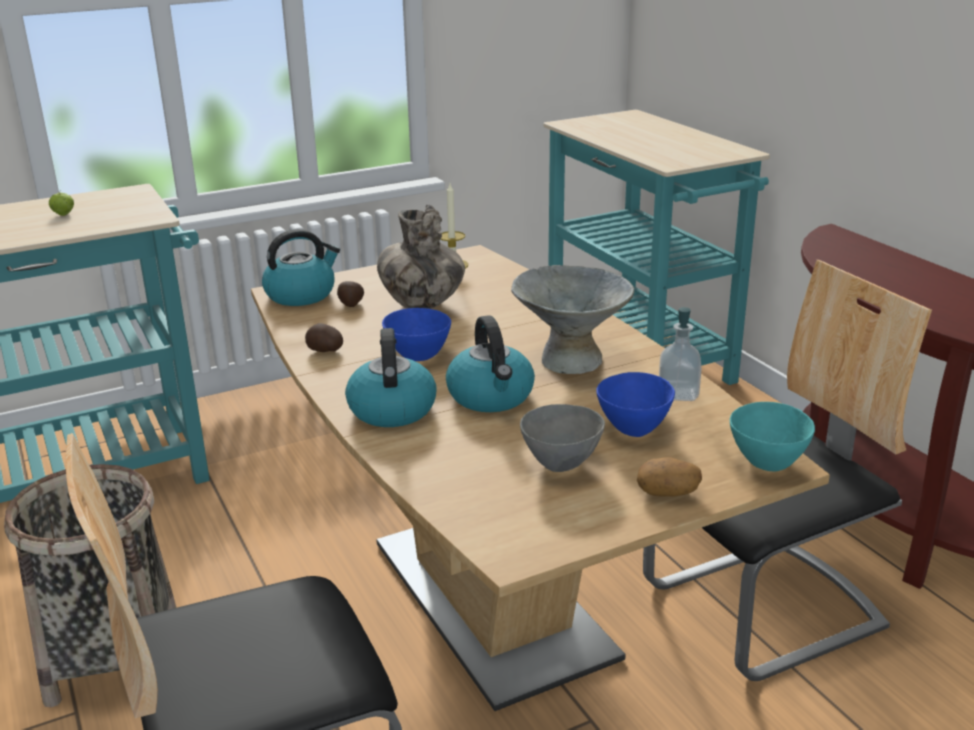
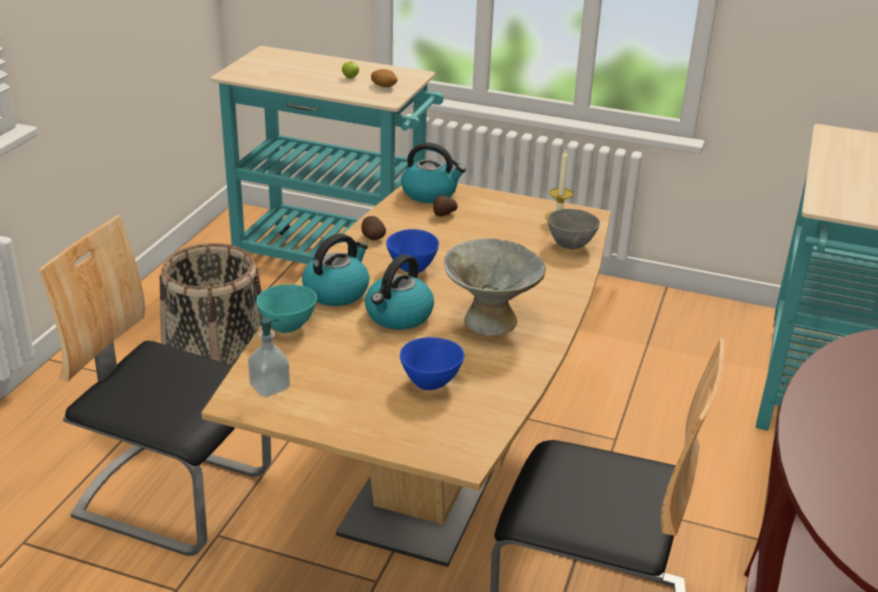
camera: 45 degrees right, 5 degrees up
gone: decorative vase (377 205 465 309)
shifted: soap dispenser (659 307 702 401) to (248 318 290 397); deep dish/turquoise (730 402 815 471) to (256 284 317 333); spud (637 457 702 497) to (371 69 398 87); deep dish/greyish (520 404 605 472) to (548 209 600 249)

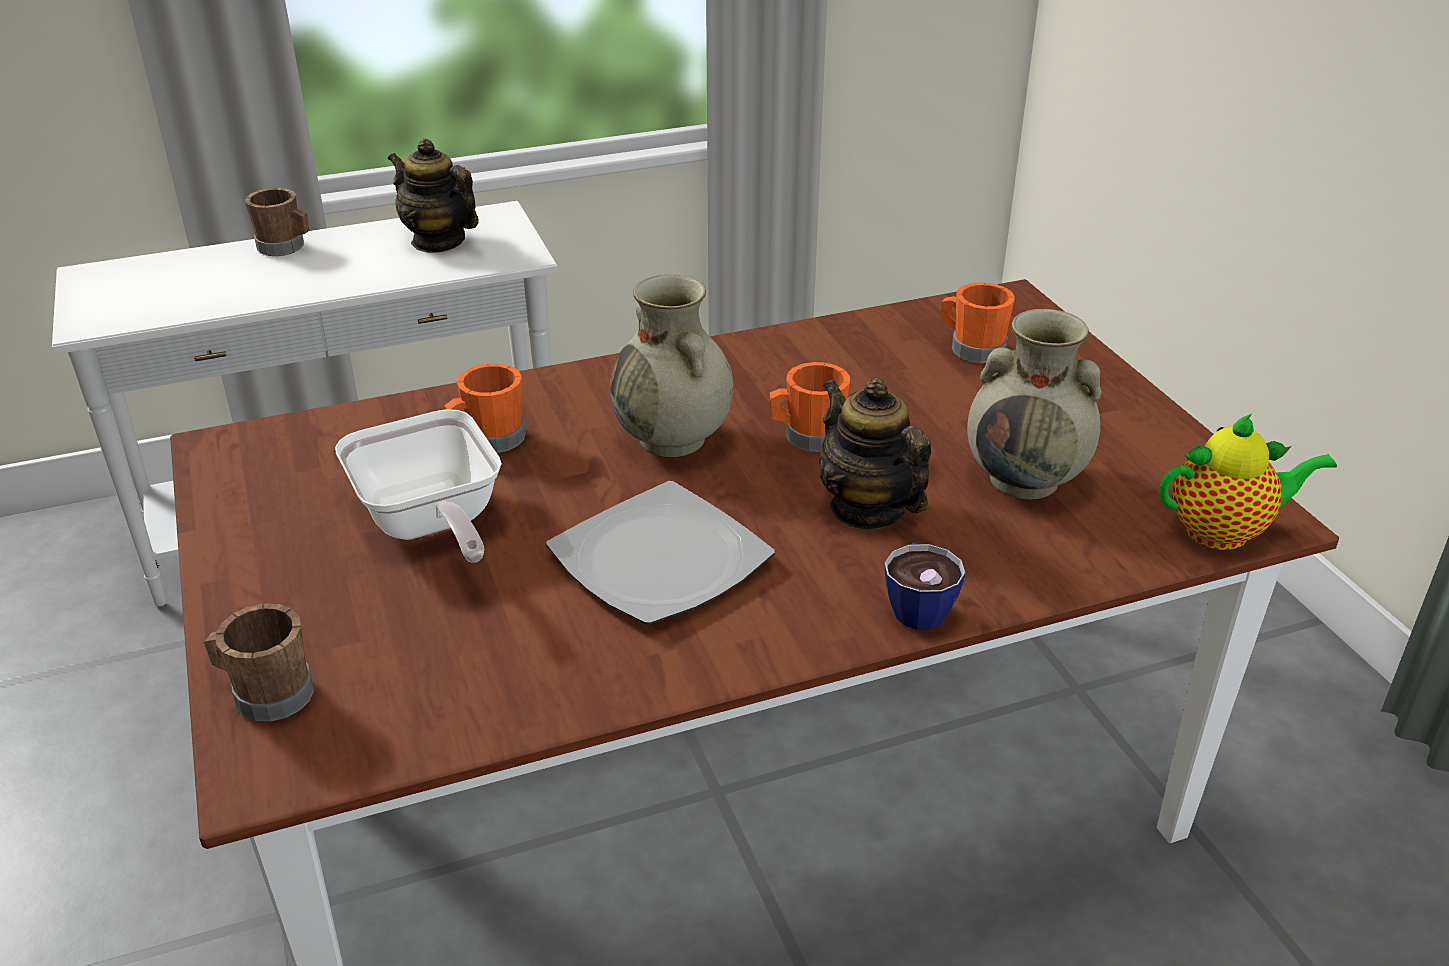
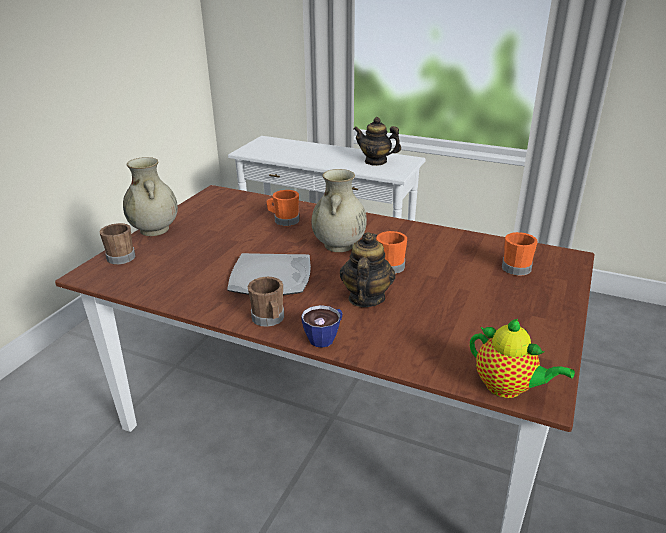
camera: 45 degrees right, 5 degrees down
gone: frying pan (335 409 502 563)
shifted: decorative vase/beige (967 309 1101 500) to (123 157 178 236); mug/brownish (245 188 310 256) to (248 277 284 327)
rotated: teapot (388 138 479 253) = (354 117 401 166) 60 degrees counterclockwise

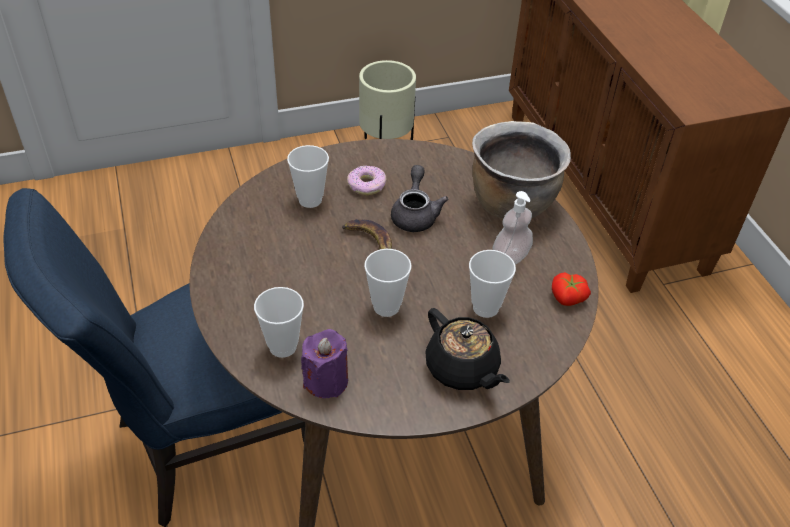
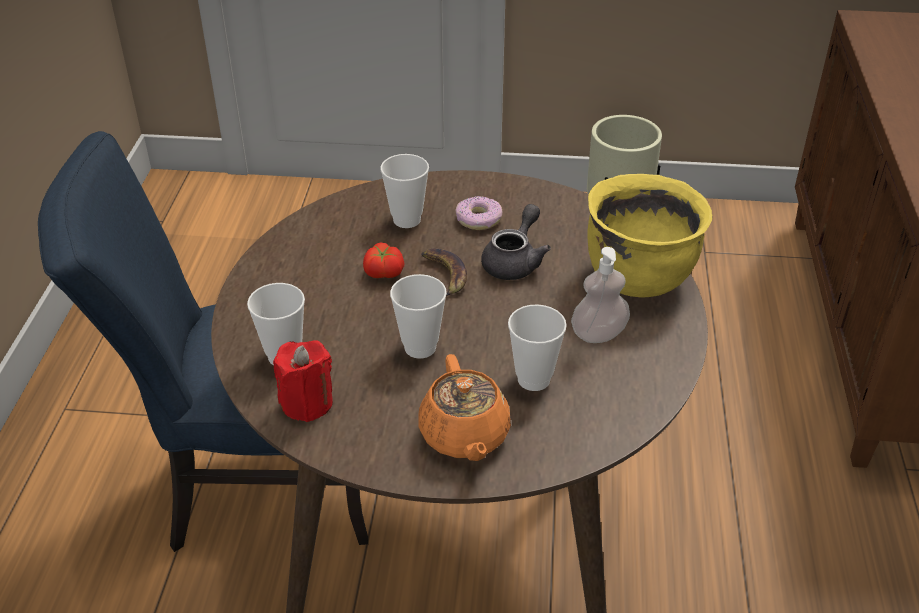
camera: 25 degrees right, 5 degrees down
shifted: whole tomato (552 272 591 306) to (363 242 405 278)
repainted: wax candle/purple-coloured (301 329 348 398) to wax candle/reddish (273 340 333 422); teapot/blackish (426 308 510 390) to teapot/orange-coloured (418 354 511 461); stockpot/brownish (472 121 571 219) to stockpot/yellow-coloured (587 174 713 298)

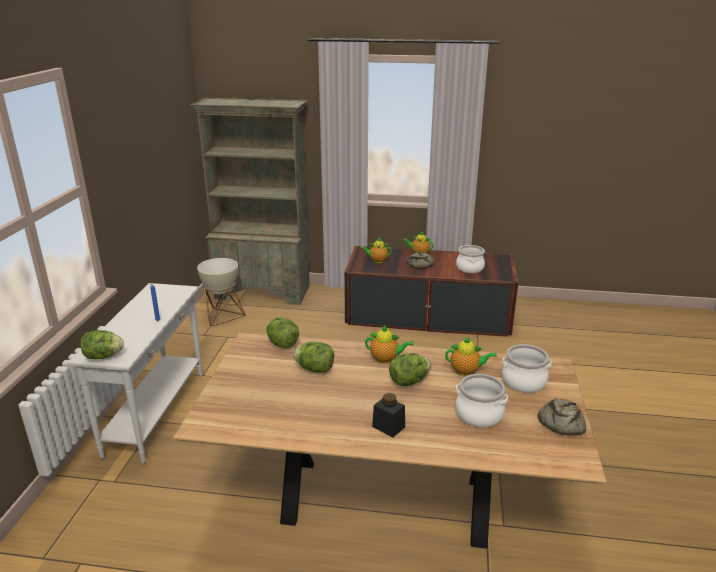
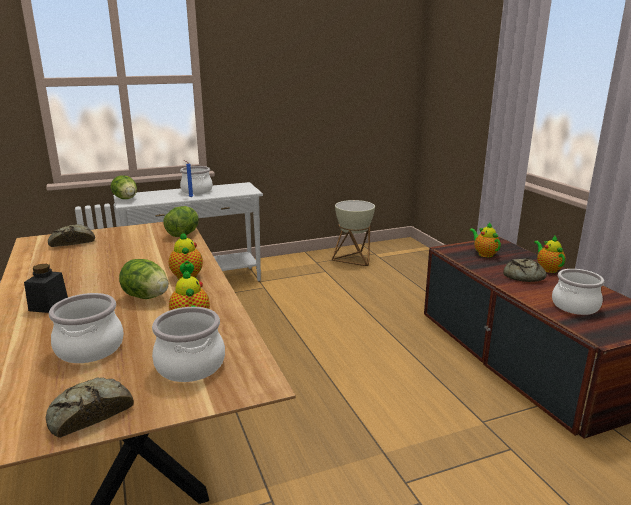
camera: 60 degrees right, 5 degrees down
gone: shelving unit/green-coloured (191 97 310 305); lettuce head (293 341 334 373)
new: bakery bread (48 224 95 247); stockpot (180 166 213 194)

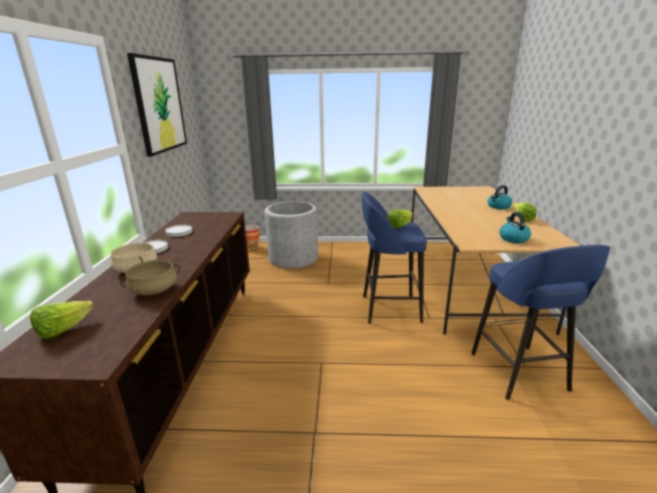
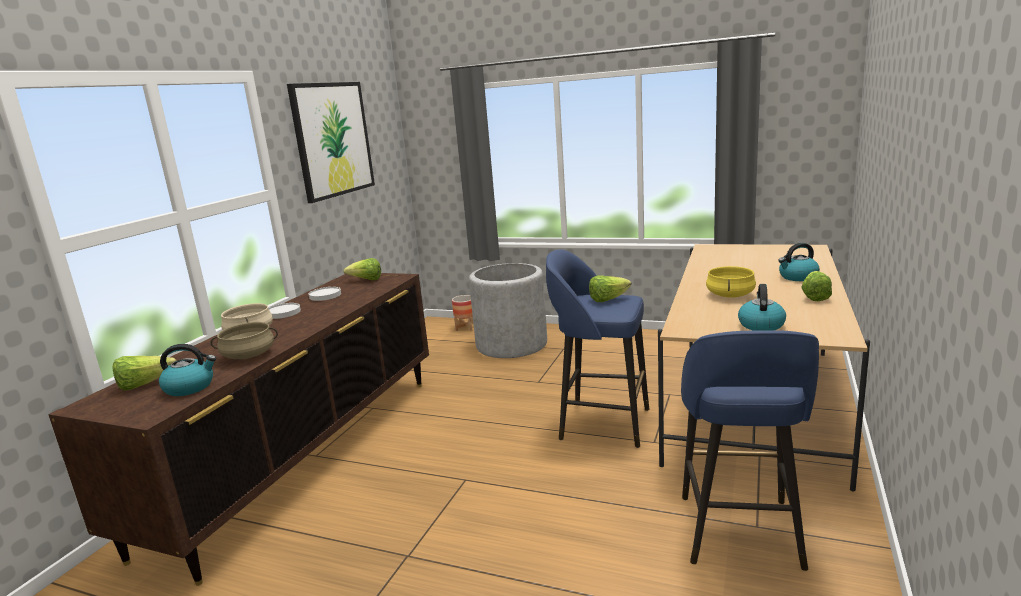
camera: 20 degrees right, 5 degrees down
new: kettle (159 344 216 396); lettuce head (343 258 381 281); stockpot/yellow-coloured (706 266 756 298)

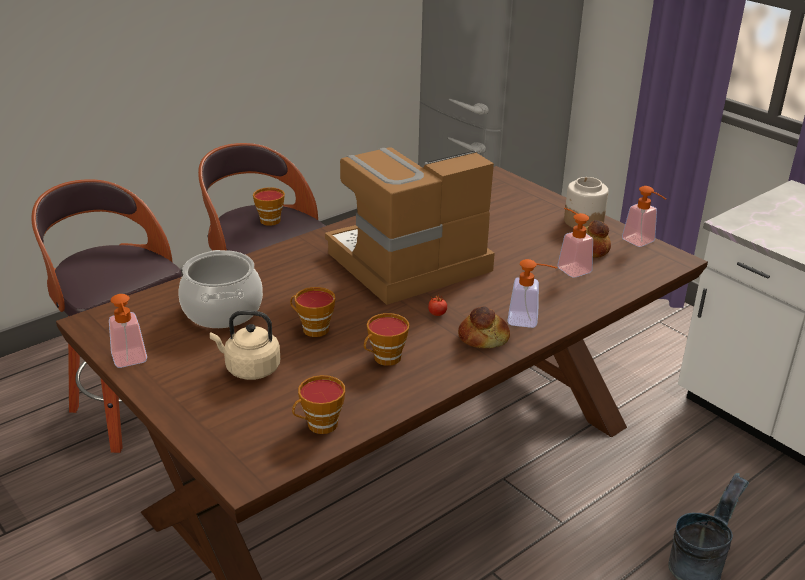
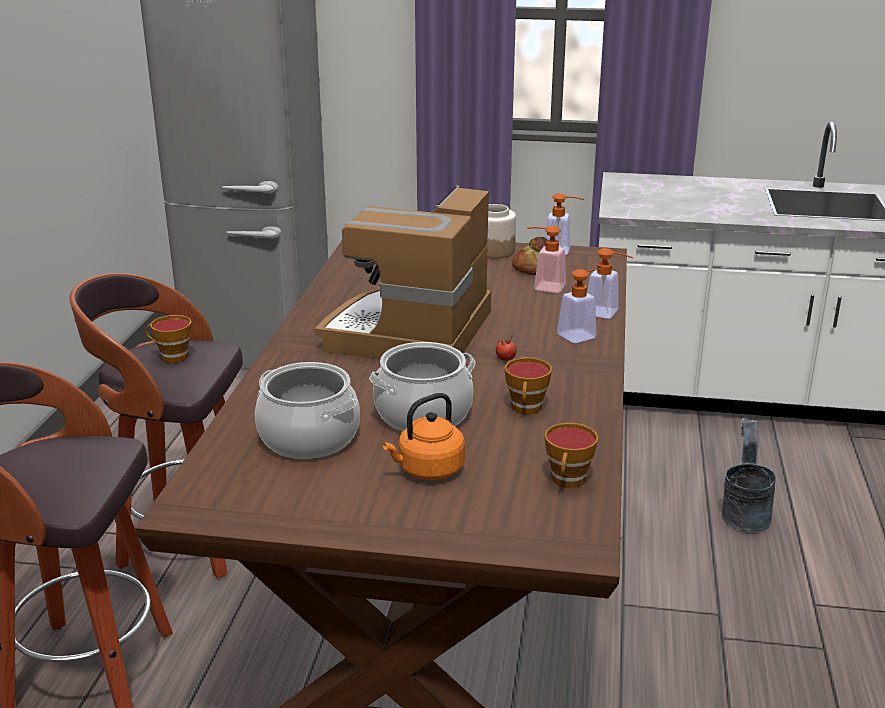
camera: 40 degrees left, 5 degrees down
gone: bakery bread (458 306 510 348)
shifted: soap dispenser (109 294 147 368) to (587 248 633 319)
swapped: small cup (290 287 336 337) to stockpot (369 342 475 431)
repainted: kettle/beige (210 310 280 380) to kettle/orange-coloured (382 393 465 480)

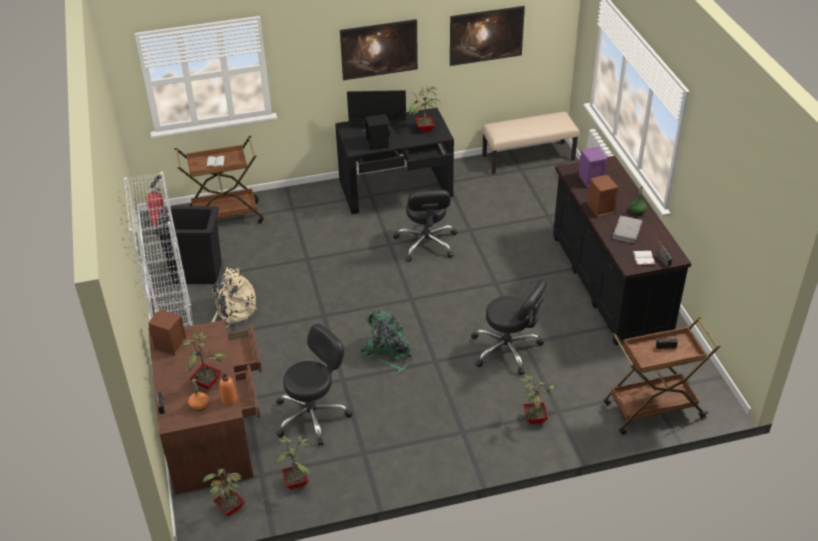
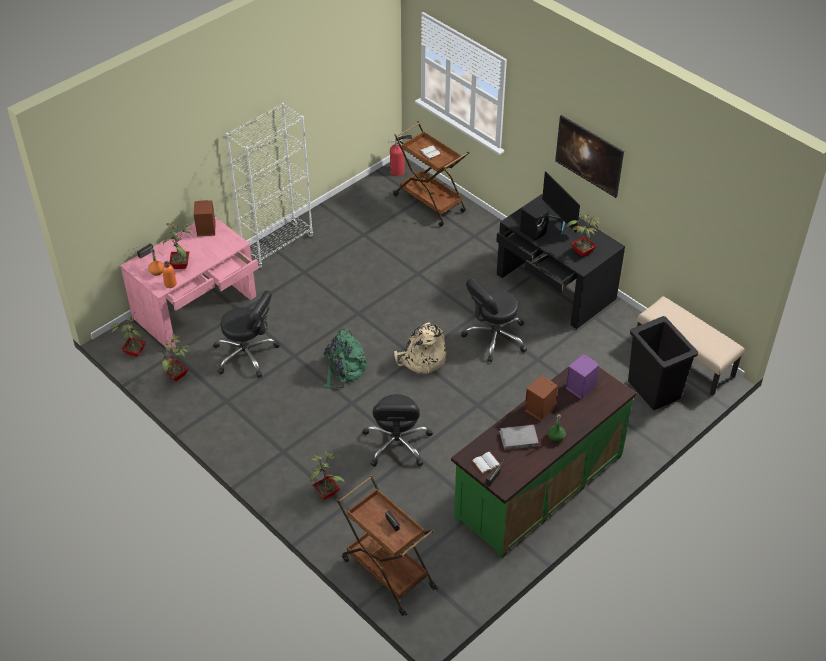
camera: 60 degrees right, 5 degrees up
gone: wall art (450 6 525 66)
shifted: knapsack/beige (208 267 257 328) to (394 322 446 374); trash can/blackish (154 206 222 284) to (628 316 698 411)
repainted: desk unit/brownish (149 320 262 494) to desk unit/pinkish (120 217 259 351); cabinet/blackish (553 156 691 345) to cabinet/green-coloured (451 367 637 558)

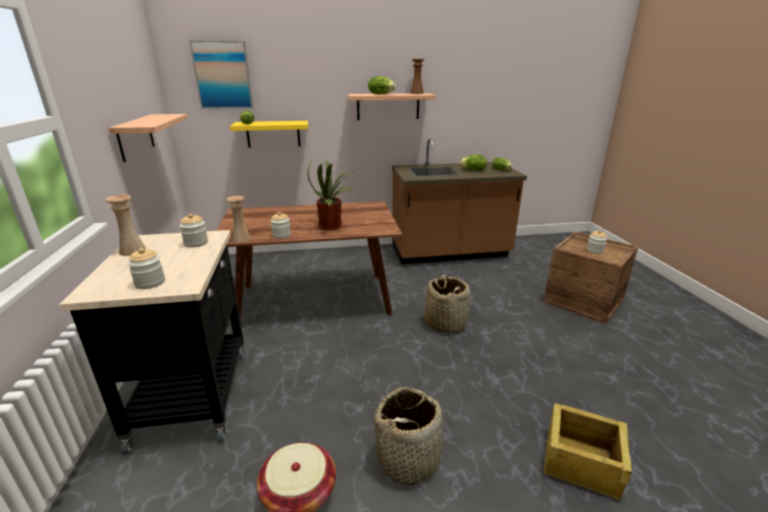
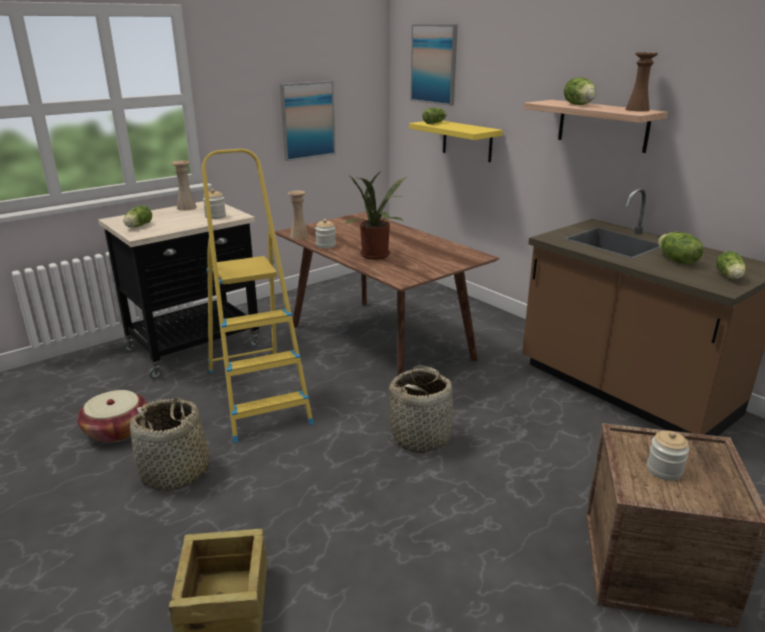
camera: 60 degrees right, 0 degrees up
new: step stool/yellow-coloured (202 149 314 443)
swapped: jar (128 248 165 289) to lettuce head (124 205 152 227); shelf (108 114 188 162) to wall art (280 81 336 161)

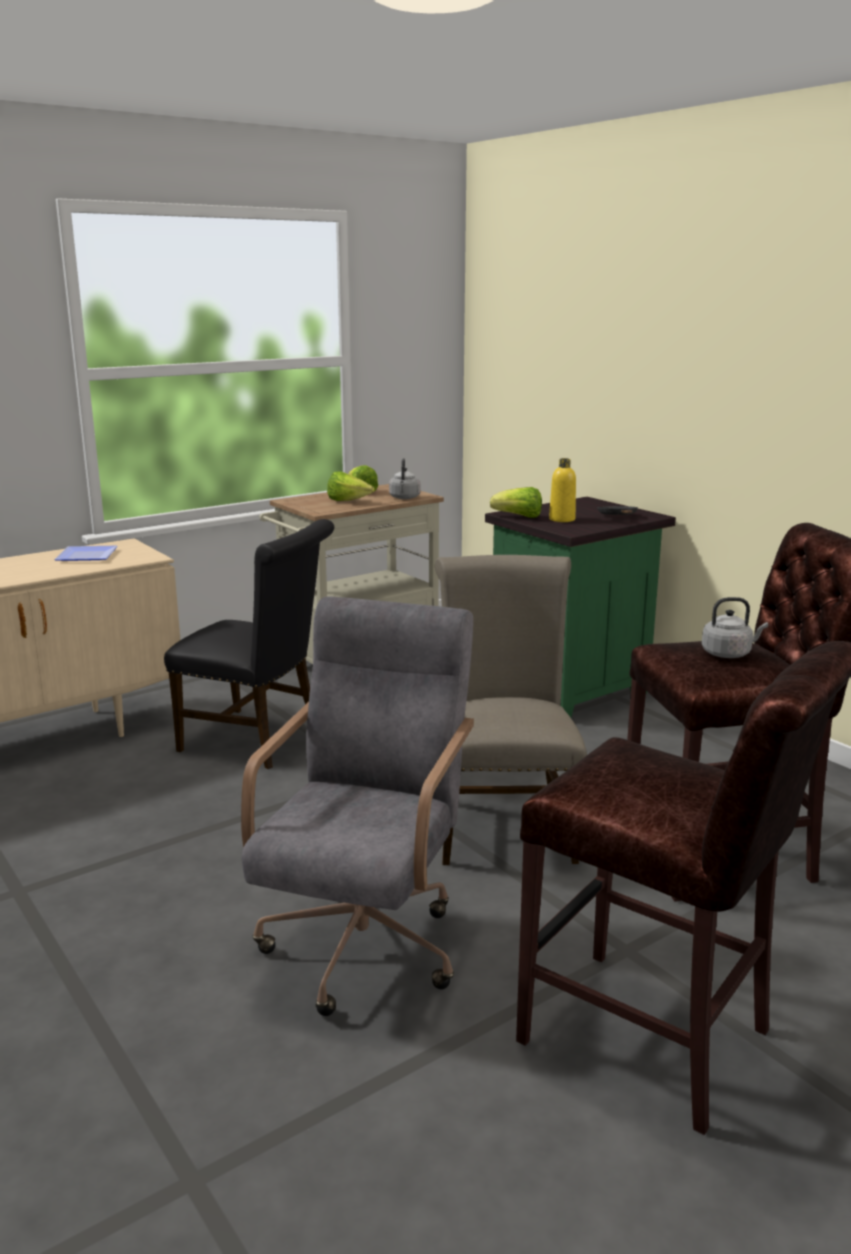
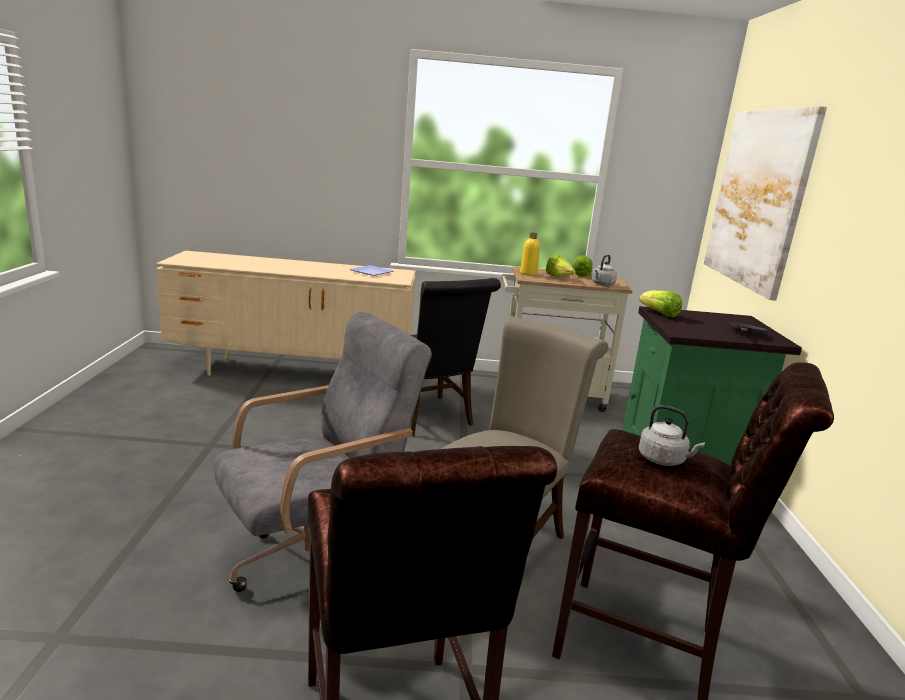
camera: 35 degrees right, 0 degrees up
new: wall art (704 106 827 301)
shifted: bottle/yellow-coloured (549 458 576 522) to (520 232 540 276)

